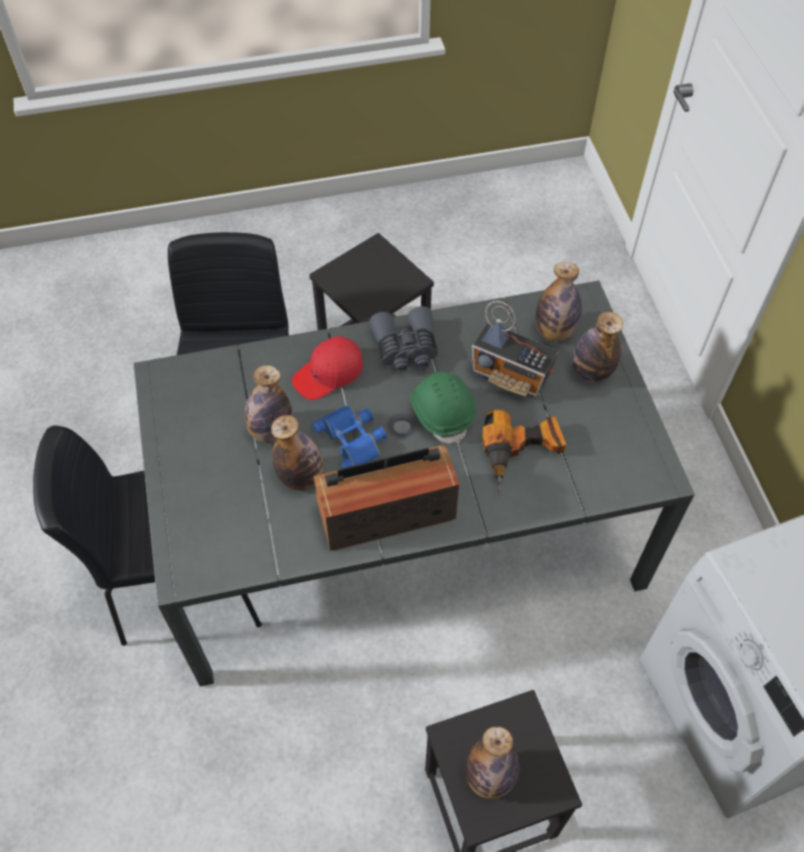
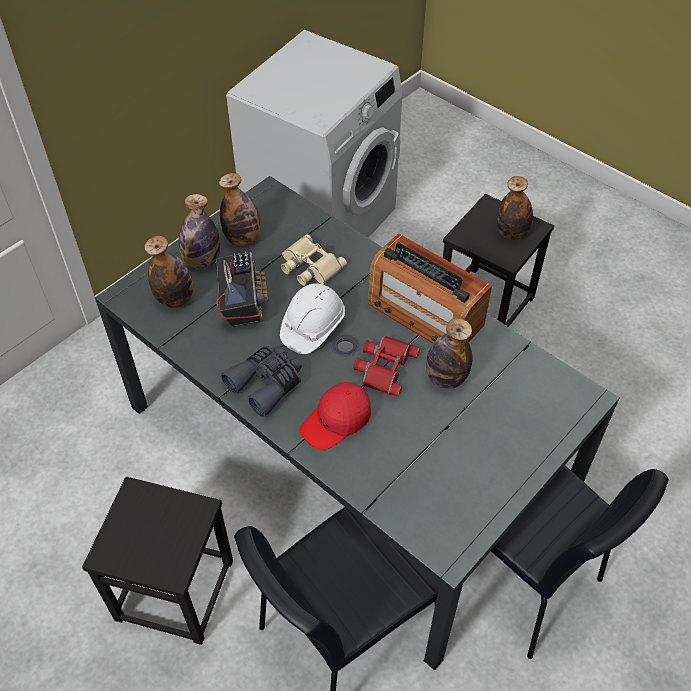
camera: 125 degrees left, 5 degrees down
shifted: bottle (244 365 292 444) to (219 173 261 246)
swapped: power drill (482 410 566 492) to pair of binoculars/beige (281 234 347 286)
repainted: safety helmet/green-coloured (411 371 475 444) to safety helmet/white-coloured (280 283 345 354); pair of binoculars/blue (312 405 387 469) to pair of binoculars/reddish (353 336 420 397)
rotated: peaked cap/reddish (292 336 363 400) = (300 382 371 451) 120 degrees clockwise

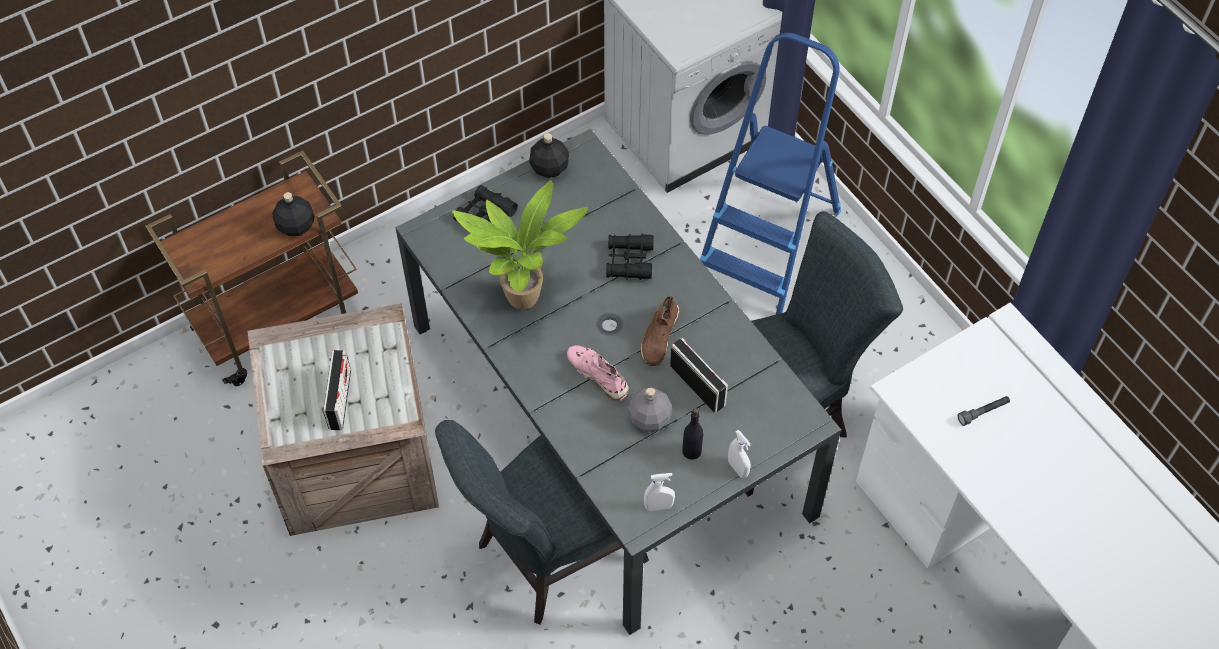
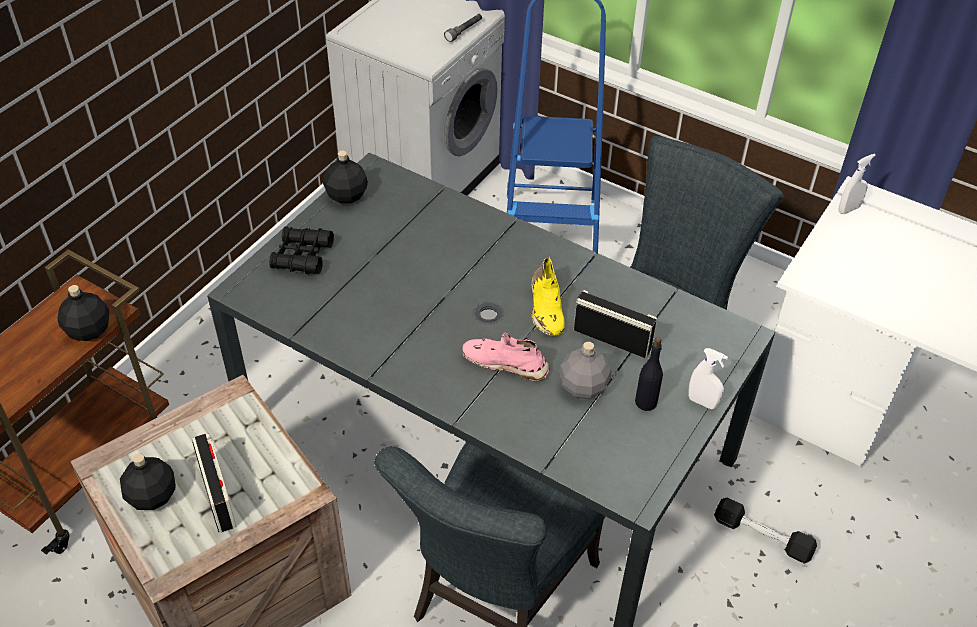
camera: 25 degrees left, 10 degrees down
gone: plant in a pot (452 180 588 310); pair of binoculars/blackish (606 234 654 280)
new: bottle/blackish (120 454 176 510); hand weight/blackish (714 498 817 564)
shifted: torch/greyish (958 396 1010 426) to (444 14 482 42); spray bottle/white-coloured (644 473 675 511) to (838 154 876 214)
repainted: low shoe/brownish (640 296 680 366) to low shoe/yellow-coloured (531 257 565 335)

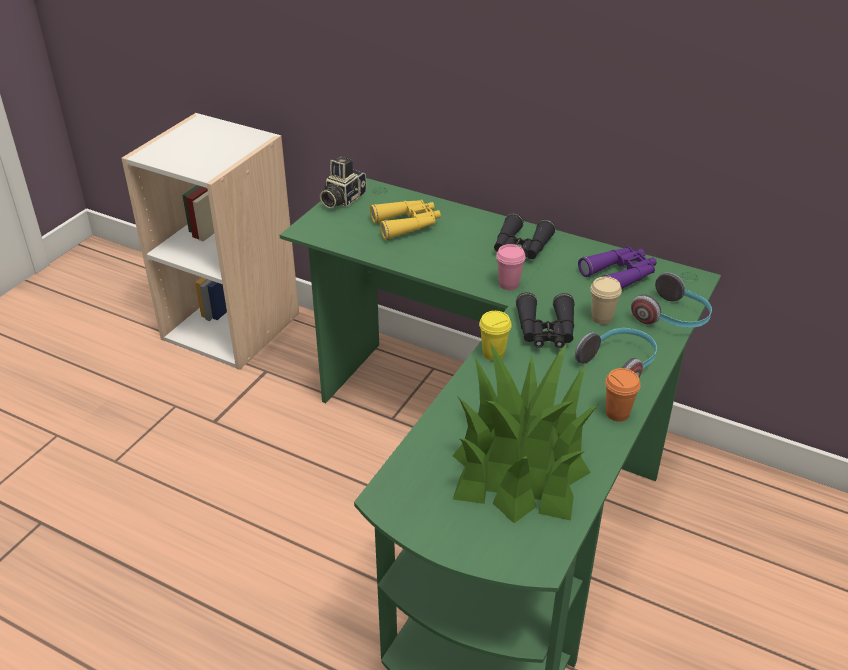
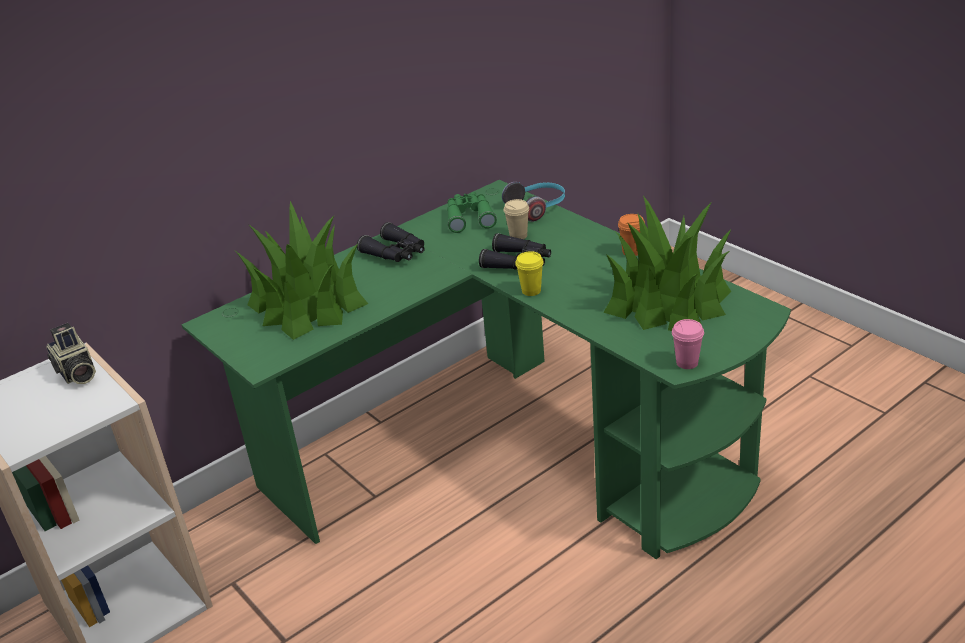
camera: 65 degrees left, 5 degrees down
gone: headset (575 328 657 378)
shifted: photo camera (320 156 366 208) to (46 323 96 384); small cup/pinkish (496 244 526 290) to (672 319 704 369)
swapped: pair of binoculars/yellow-coloured (370 199 441 240) to plant in a pot (235 201 368 340)
repainted: pair of binoculars/purple-coloured (578 247 657 289) to pair of binoculars/green-coloured (447 192 497 233)

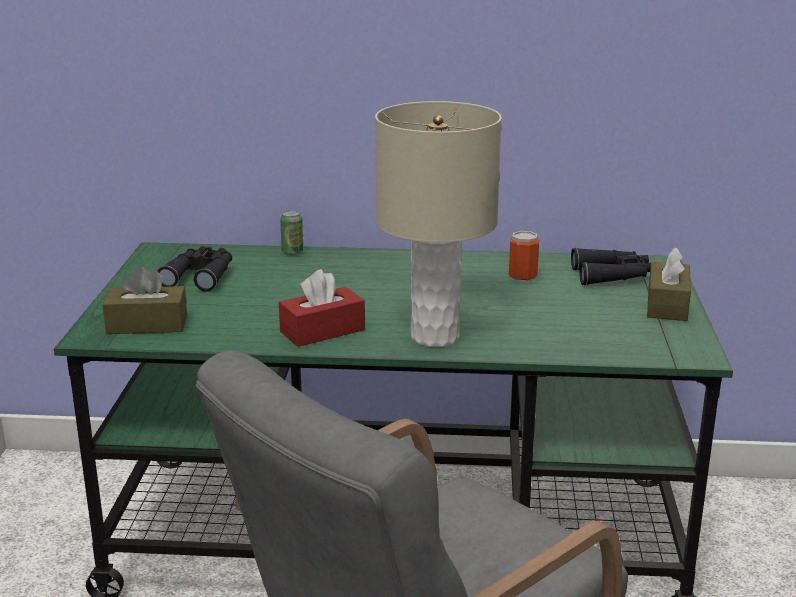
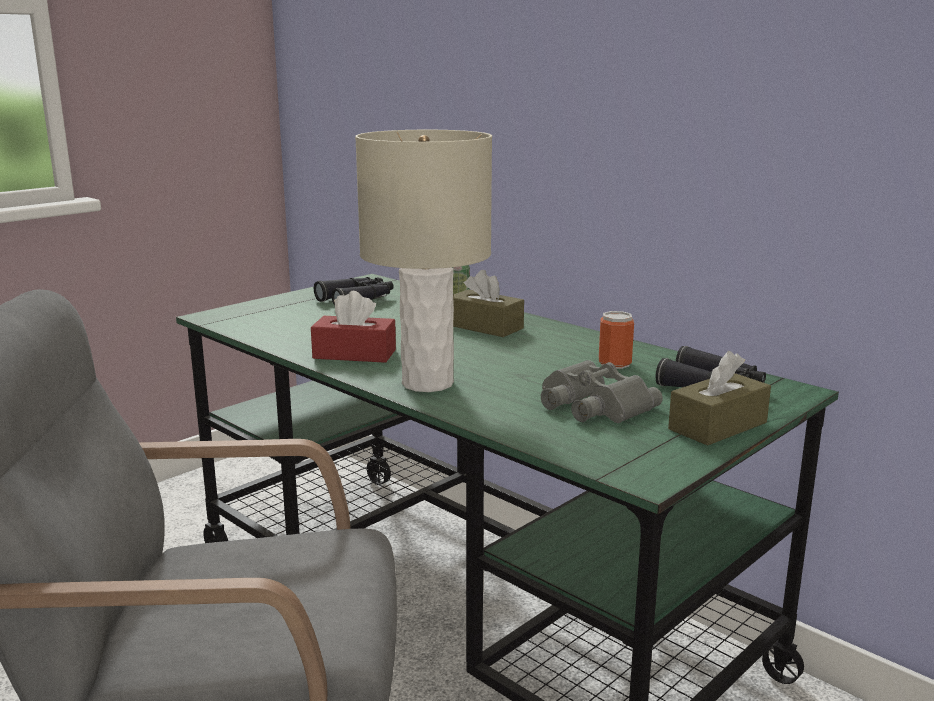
camera: 40 degrees right, 5 degrees down
new: pair of binoculars/greyish (541 360 663 423)
shifted: box of tissues/brownish (103 266 187 334) to (453 270 524 337)

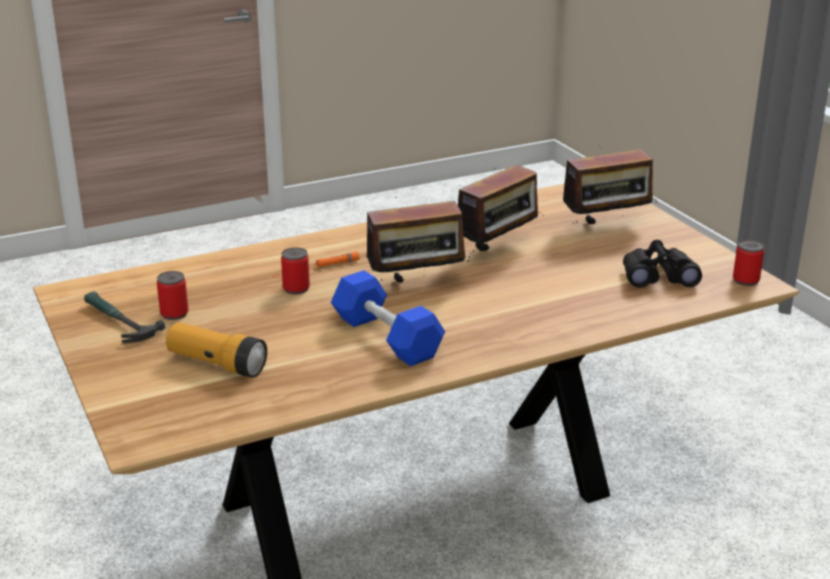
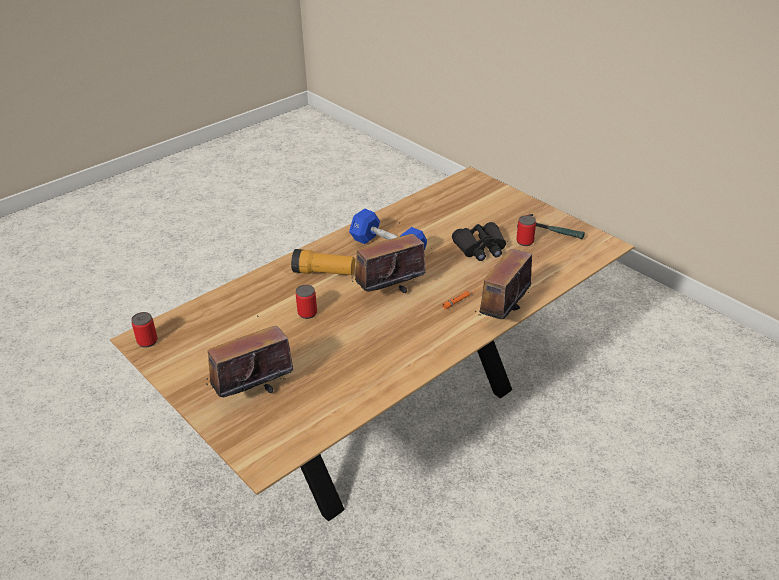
camera: 165 degrees right, 10 degrees up
shifted: torch (166 322 267 378) to (291 249 355 275); metal can (281 247 310 294) to (296 285 317 319); pair of binoculars/blackish (623 240 702 288) to (452 222 506 261); radio (448 161 544 254) to (475 249 532 319)

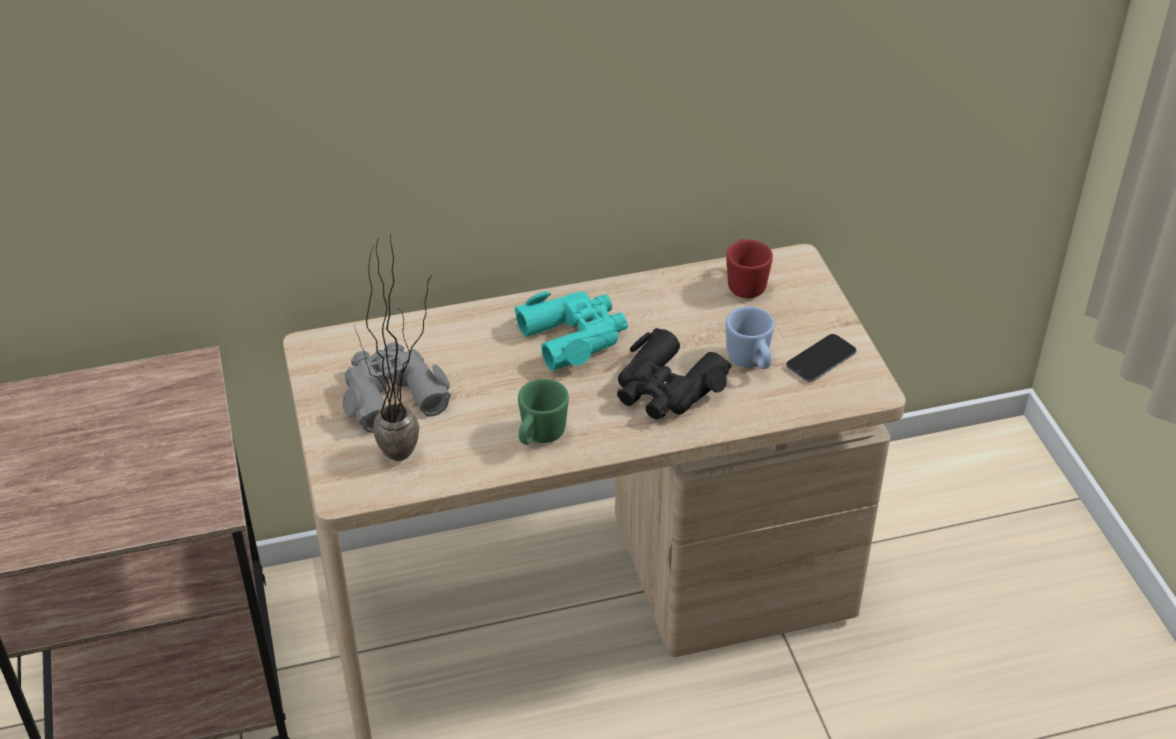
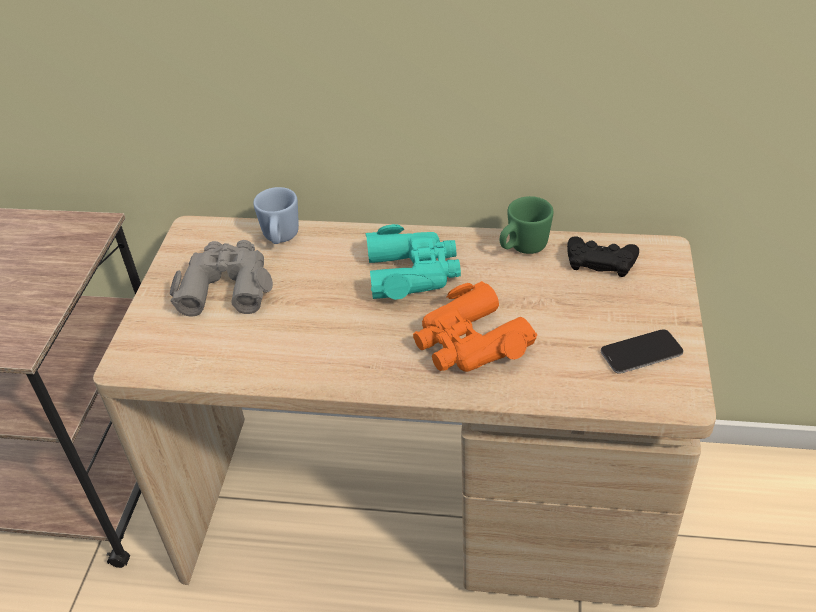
camera: 25 degrees right, 0 degrees up
gone: plant in a pot (354 232 432 461)
shifted: mug/blue (726 306 774 369) to (253 187 299 244); mug/green-coloured (518 379 569 445) to (500 196 554 254)
swapped: mug/reddish (726 239 773 298) to gamepad/blackish (567 236 639 277)
repainted: pair of binoculars/blackish (617 328 732 420) to pair of binoculars/orange-coloured (413 281 537 372)

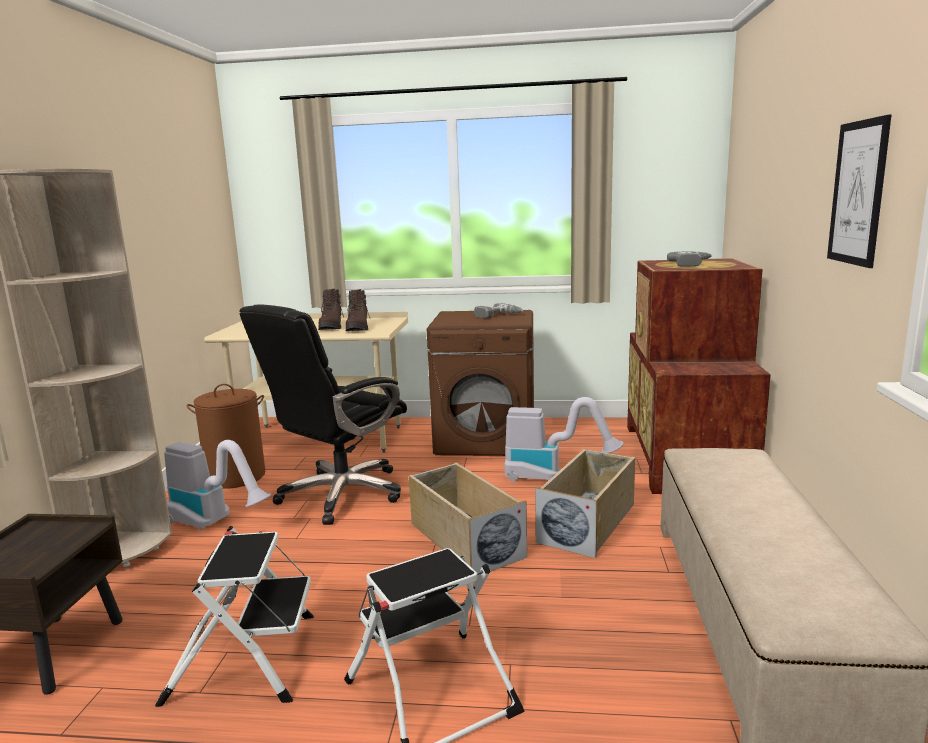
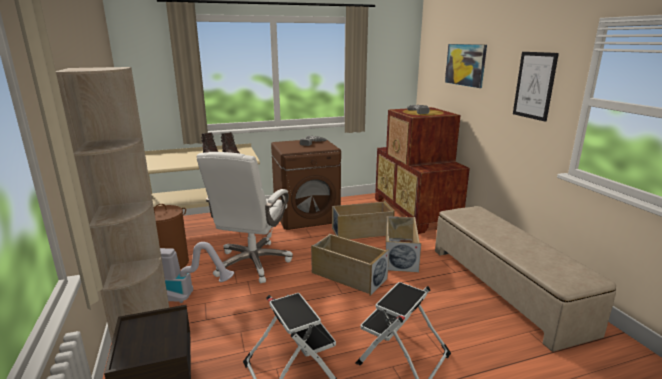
camera: 25 degrees left, 5 degrees up
new: wall art (445 44 487 88)
swapped: vacuum cleaner (504 397 624 482) to storage container/beige (332 200 395 239)
repainted: computer chair/blackish (240 305 407 525) to computer chair/white-coloured (197 152 293 283)

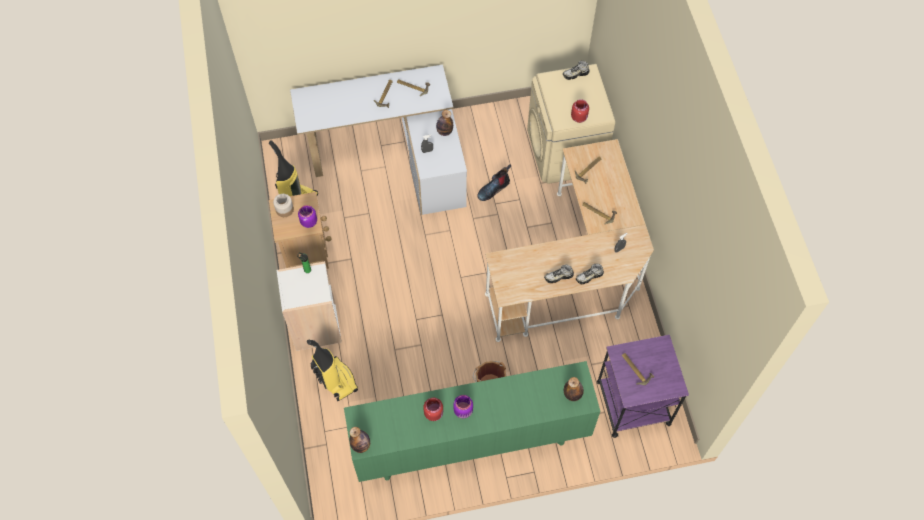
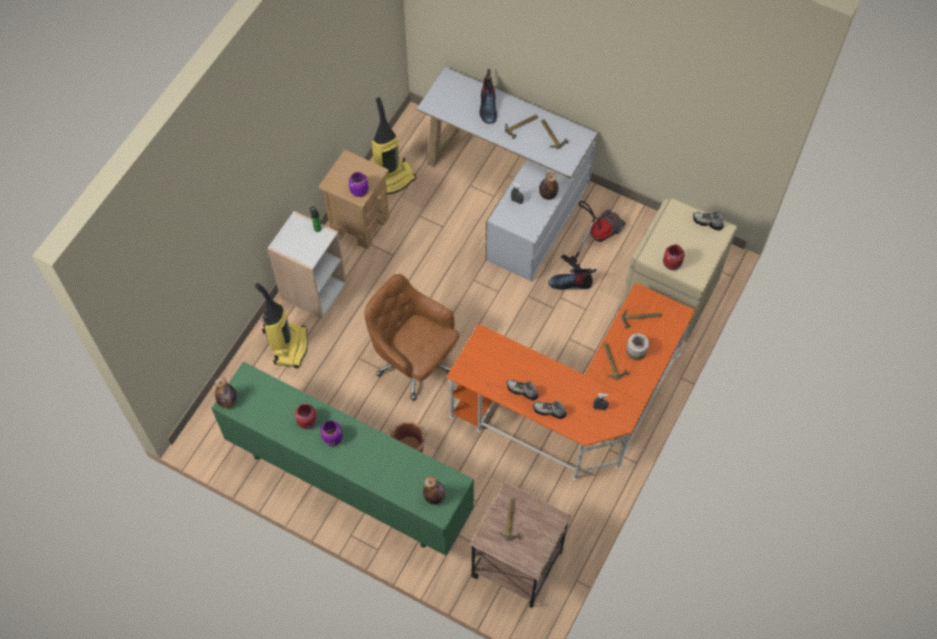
camera: 40 degrees right, 0 degrees up
new: computer chair/brownish (364 274 460 401); high-top boot (480 69 497 124); vacuum cleaner (561 201 626 269)
shifted: jar (273 194 294 217) to (626 334 649 360)
repainted: desk unit/beige (485 139 654 342) to desk unit/orange-coloured (446 282 696 481); cart/purple-coloured (597 335 689 438) to cart/brownish (470 482 571 608)

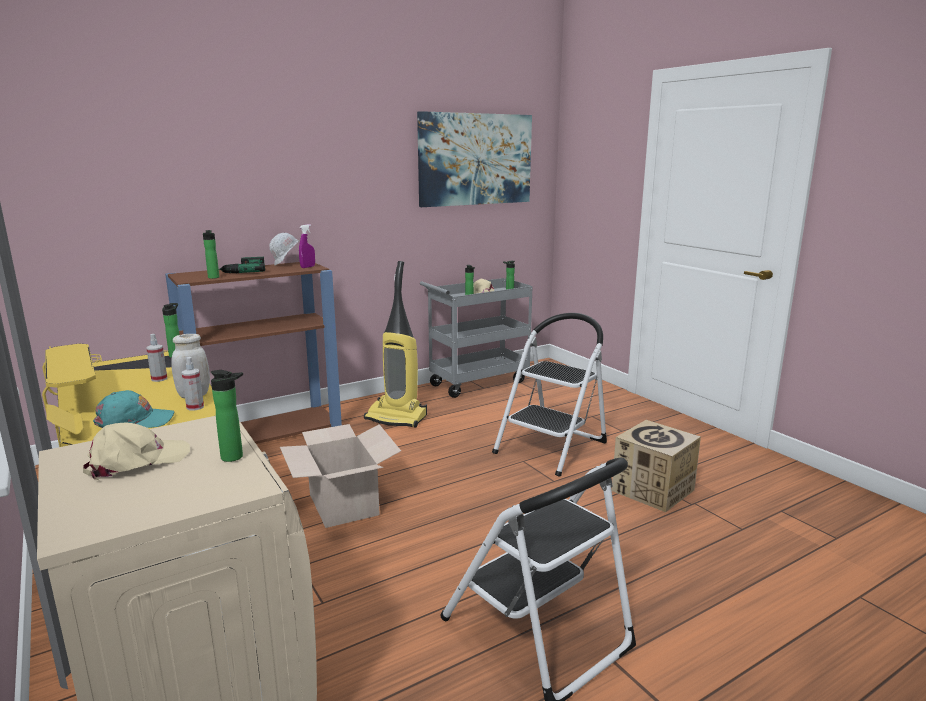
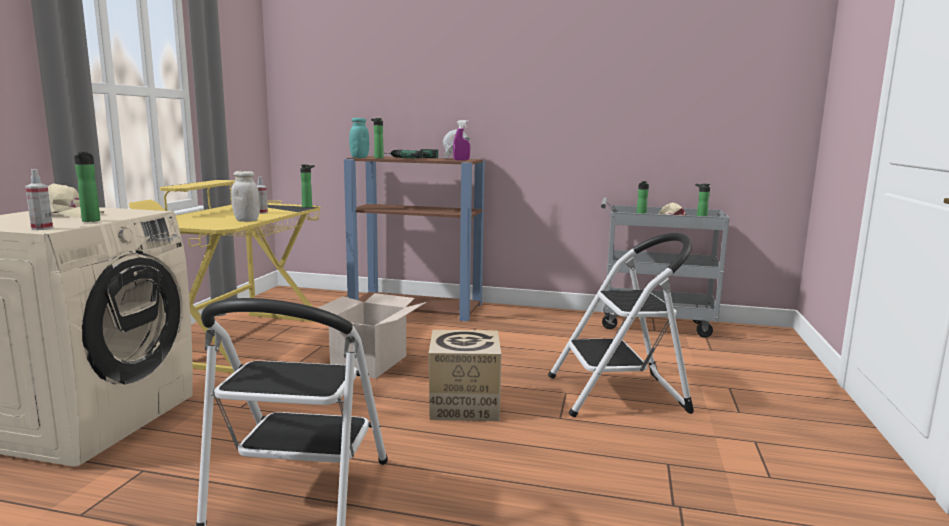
camera: 45 degrees right, 5 degrees down
gone: peaked cap/turquoise (93 390 175 428); vacuum cleaner (364 261 427 428); wall art (417 111 532 207)
new: jar/turquoise (349 118 369 158)
shifted: spray bottle (182 357 204 411) to (25 169 53 230); carton (612 420 701 512) to (429 330 502 421)

